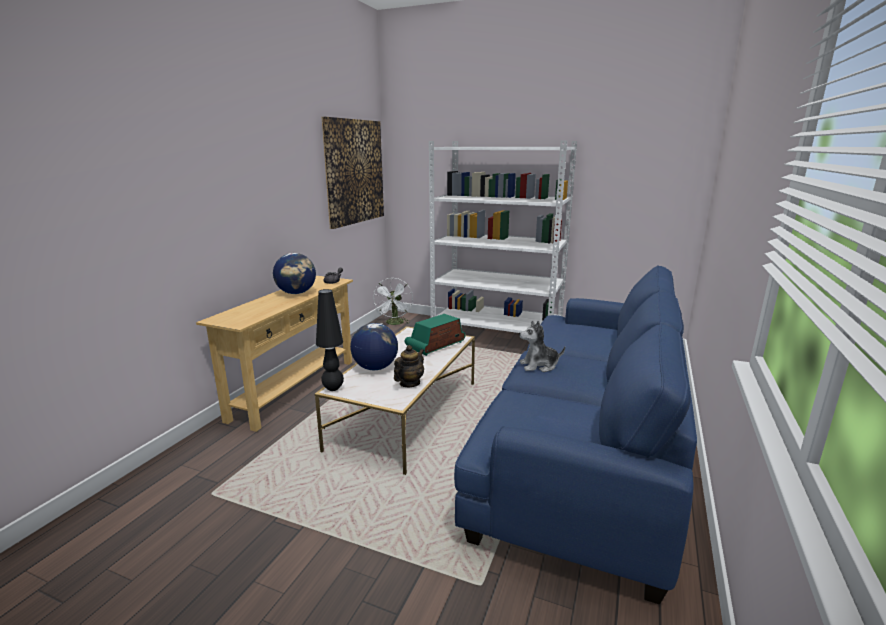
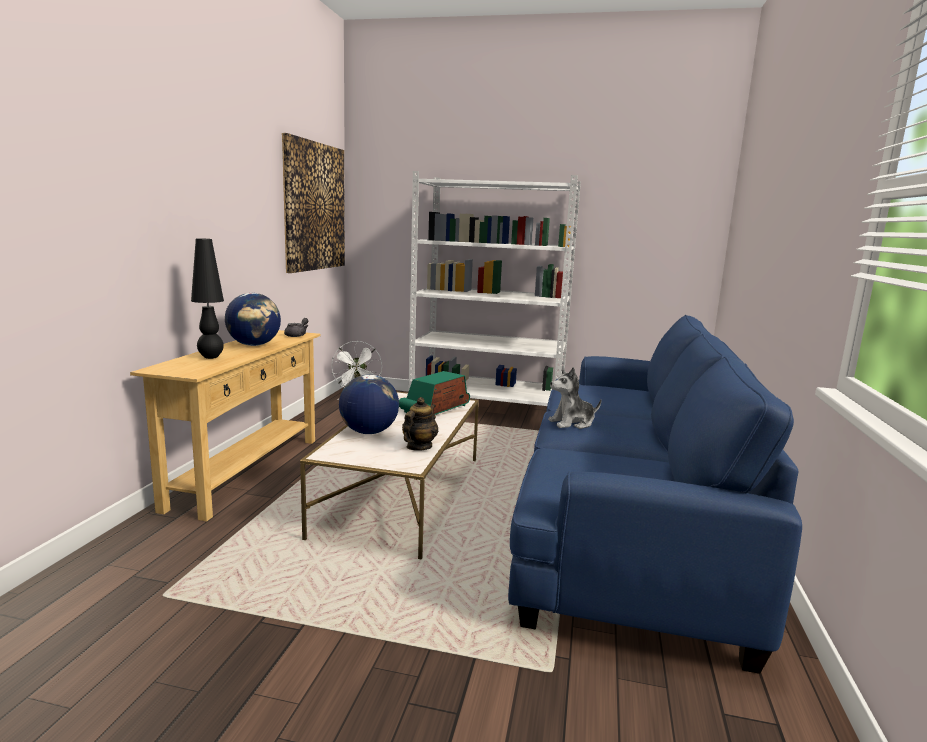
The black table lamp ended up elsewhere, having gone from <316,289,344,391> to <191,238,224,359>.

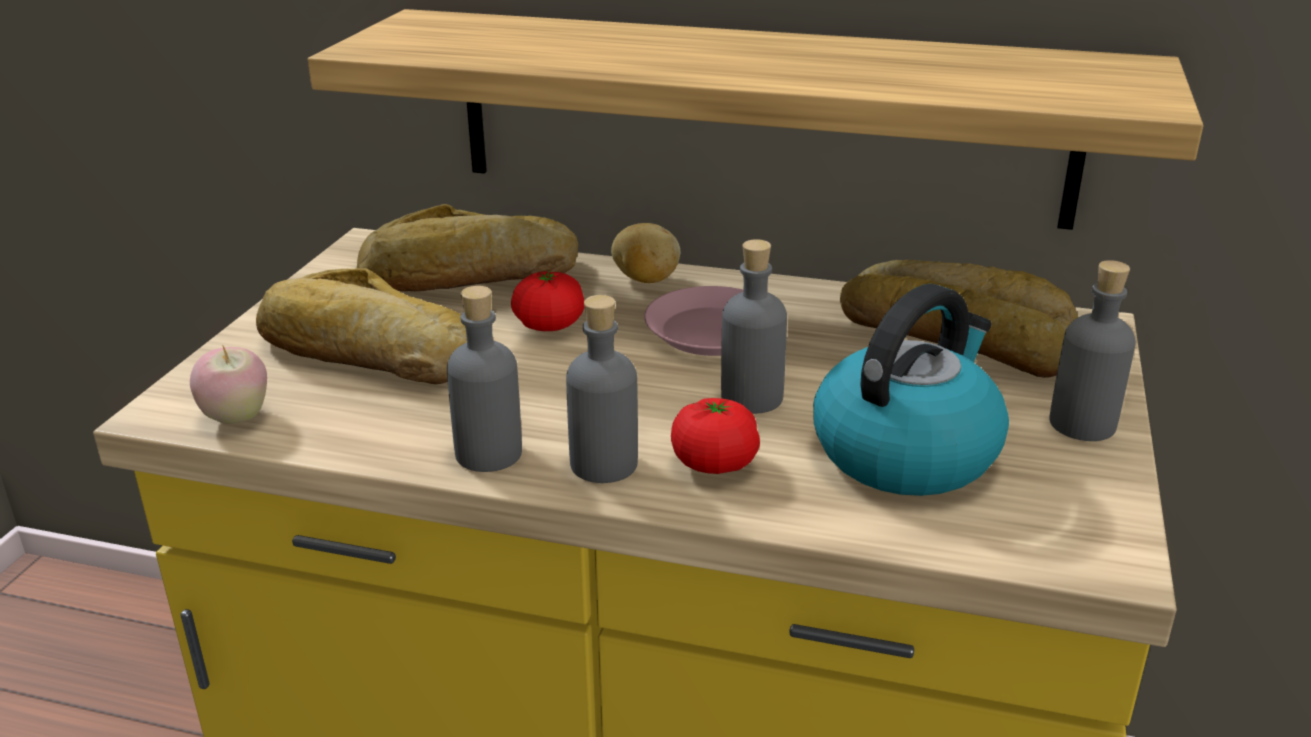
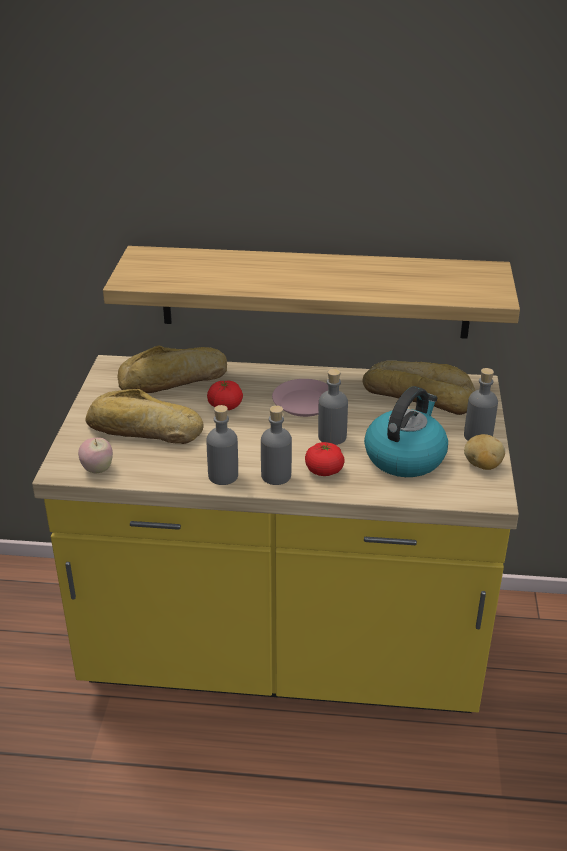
The potato ended up elsewhere, having gone from <611,223,680,283> to <464,434,505,470>.

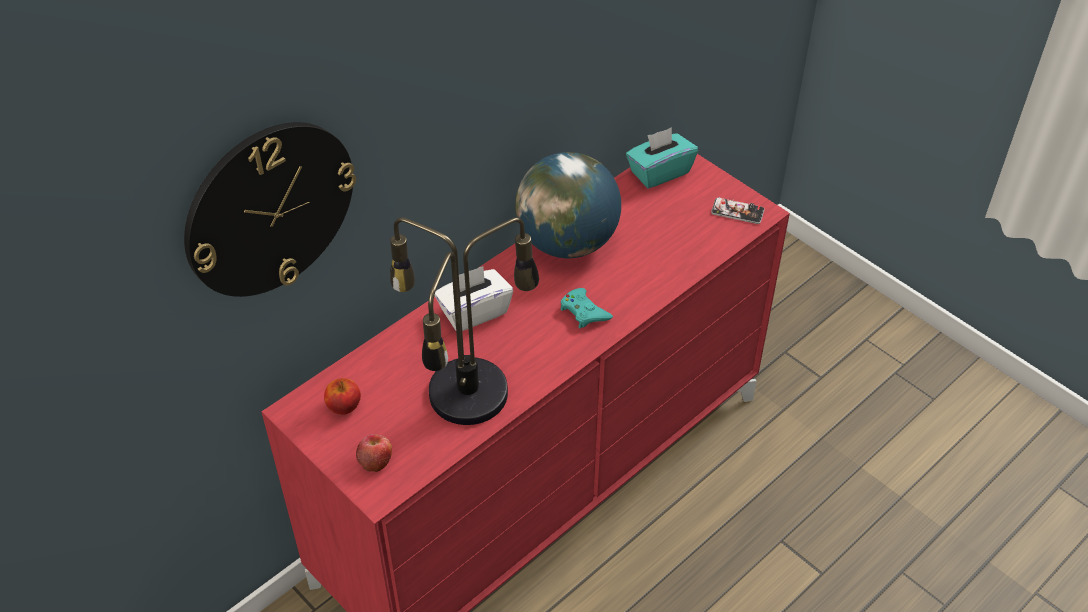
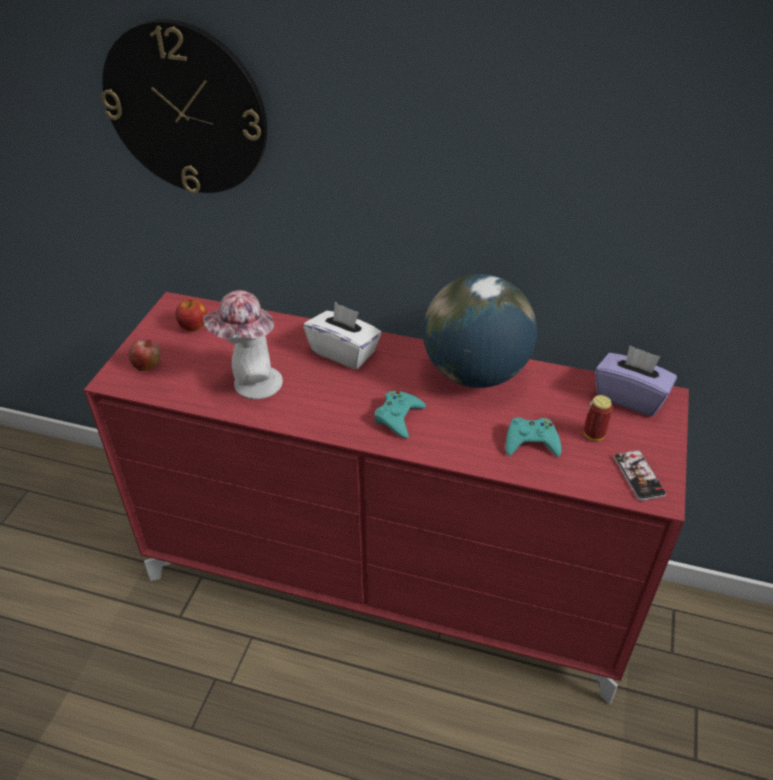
The second view gained the turquoise game controller at <505,418,562,457>. The second view gained the can at <584,395,613,441>. Where the table lamp stood at <390,217,539,425>, the hat came to stand at <203,290,283,399>. What was the turquoise tissue box at <626,127,698,188> turned into the purple tissue box at <595,345,677,416>.

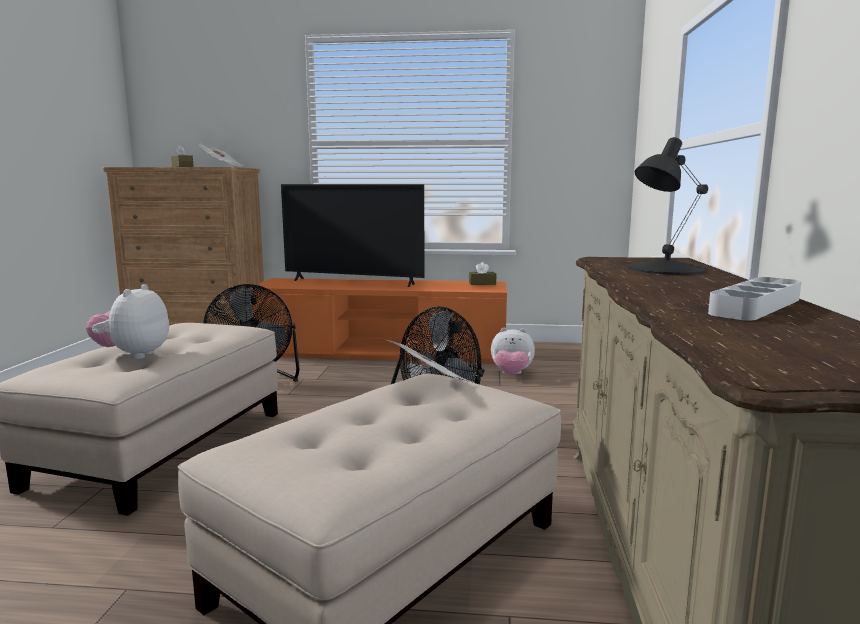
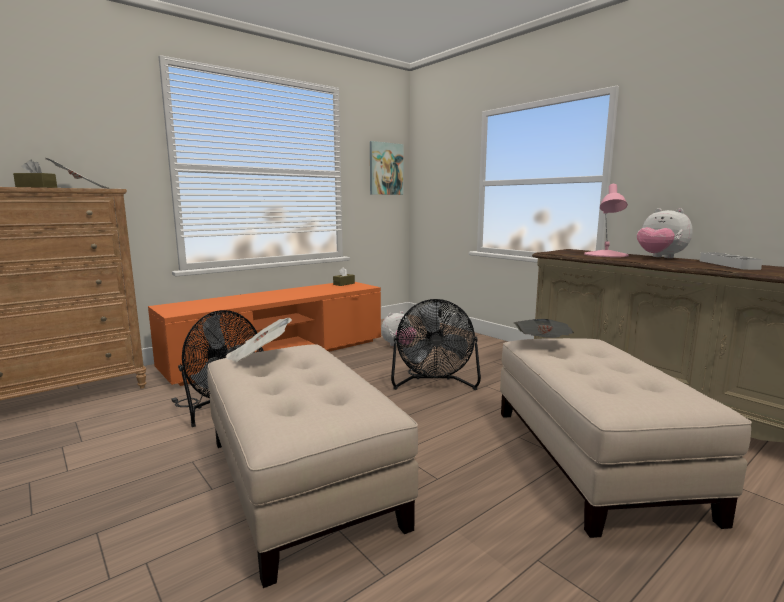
The second view lost the television at <281,184,424,287>. The second view gained the newspaper at <226,318,292,363>. The second view gained the picture at <370,141,404,195>. The plush toy ended up elsewhere, having gone from <86,284,169,359> to <637,208,693,258>. What was the black table lamp at <628,137,708,275> turned into the pink table lamp at <584,184,629,257>.

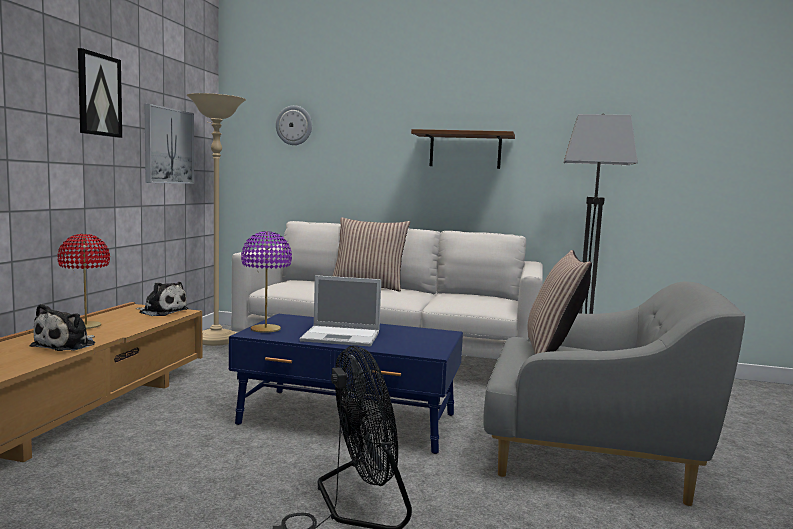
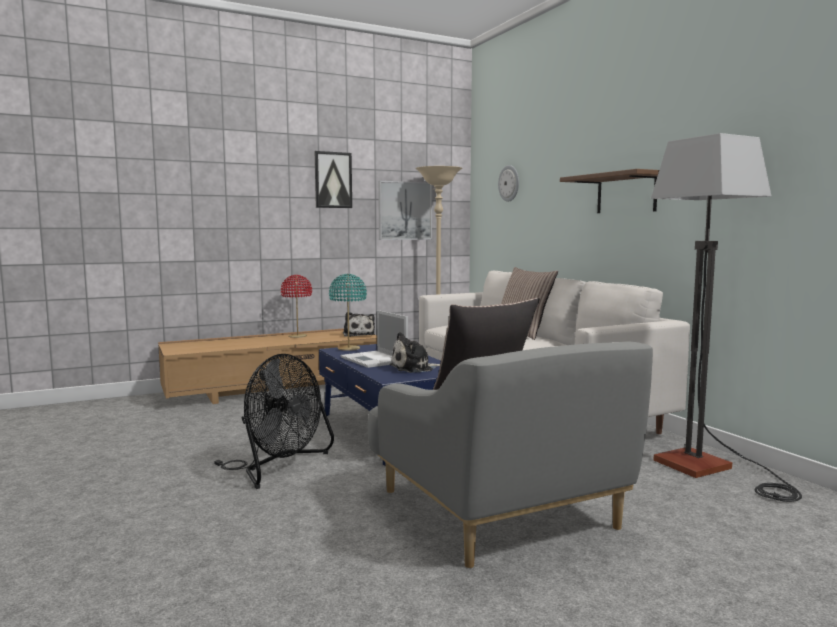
The plush toy ended up elsewhere, having gone from <29,304,95,351> to <389,332,440,373>. What was the purple table lamp at <241,231,292,333> turned into the turquoise table lamp at <329,274,367,351>.

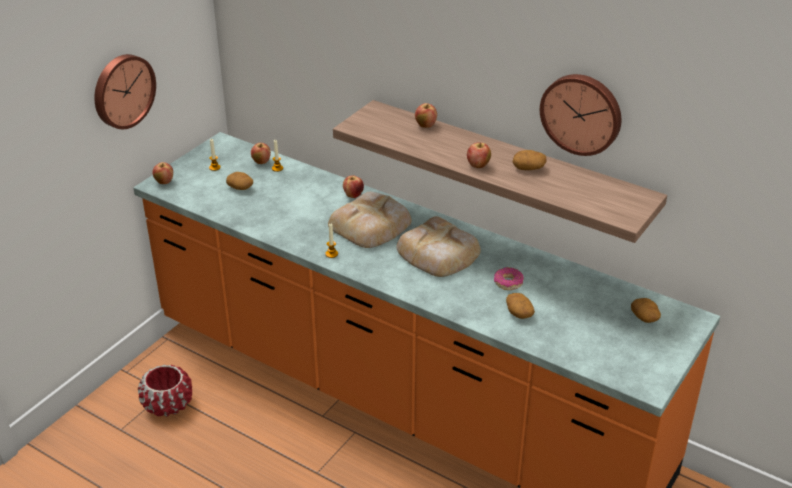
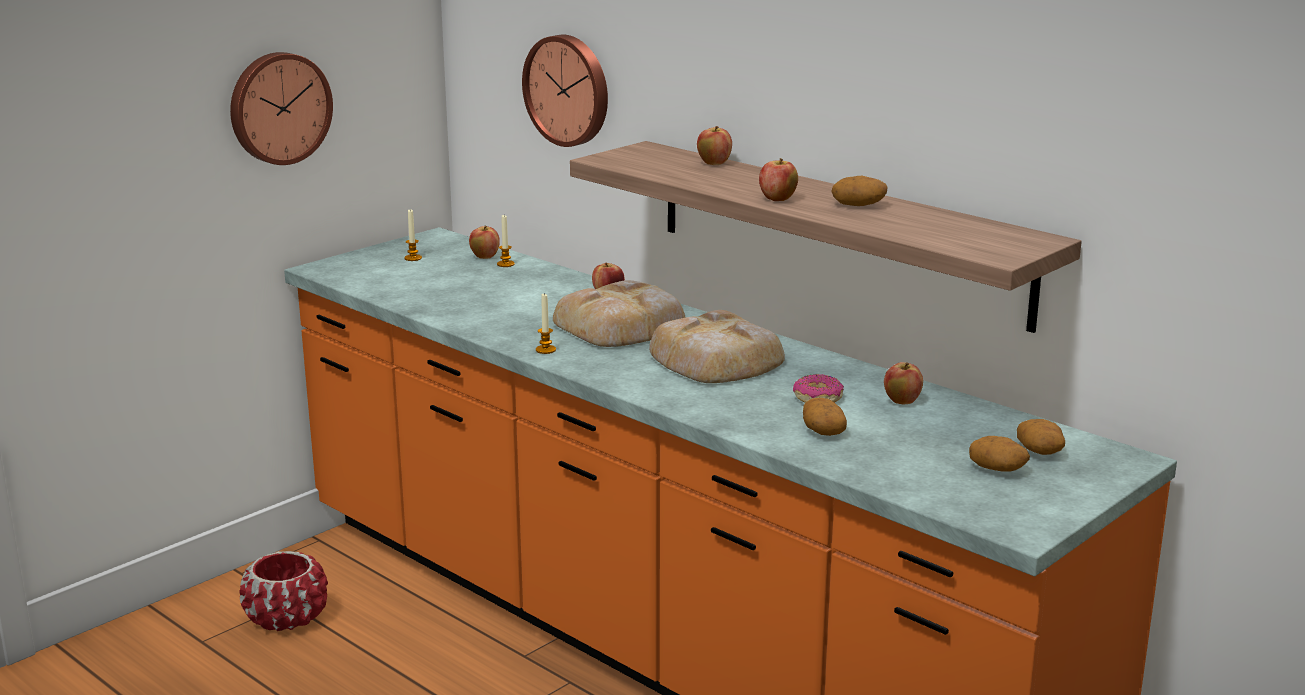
The apple ended up elsewhere, having gone from <152,162,173,184> to <884,362,923,404>. The potato ended up elsewhere, having gone from <226,172,253,190> to <969,436,1030,471>. The wall clock ended up elsewhere, having gone from <540,74,621,156> to <522,35,608,147>.

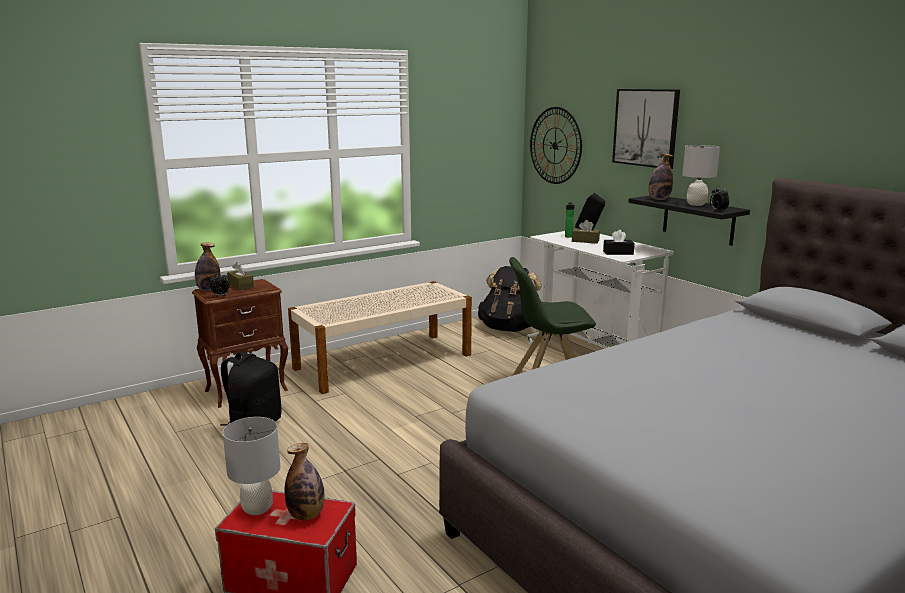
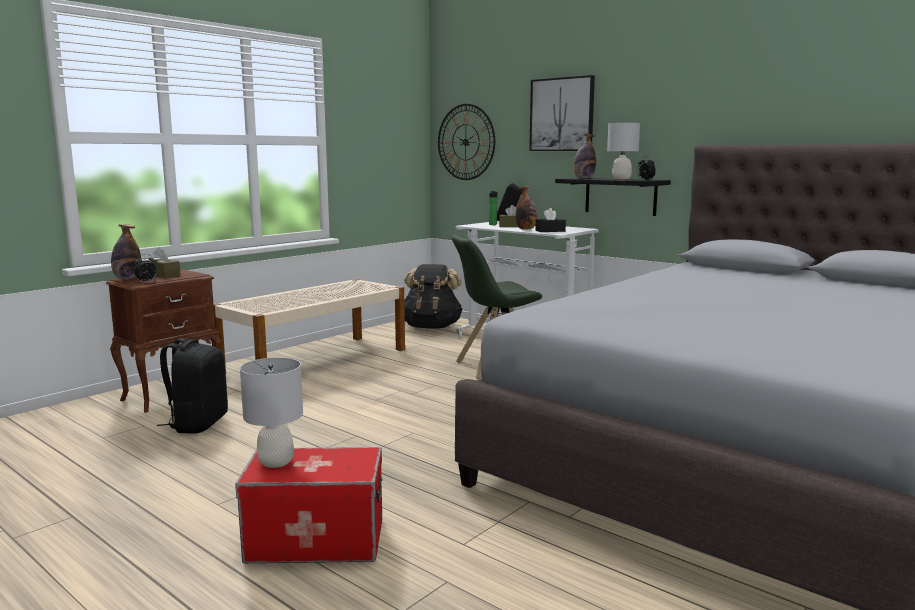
The bottle ended up elsewhere, having gone from <285,443,325,521> to <515,186,537,230>.

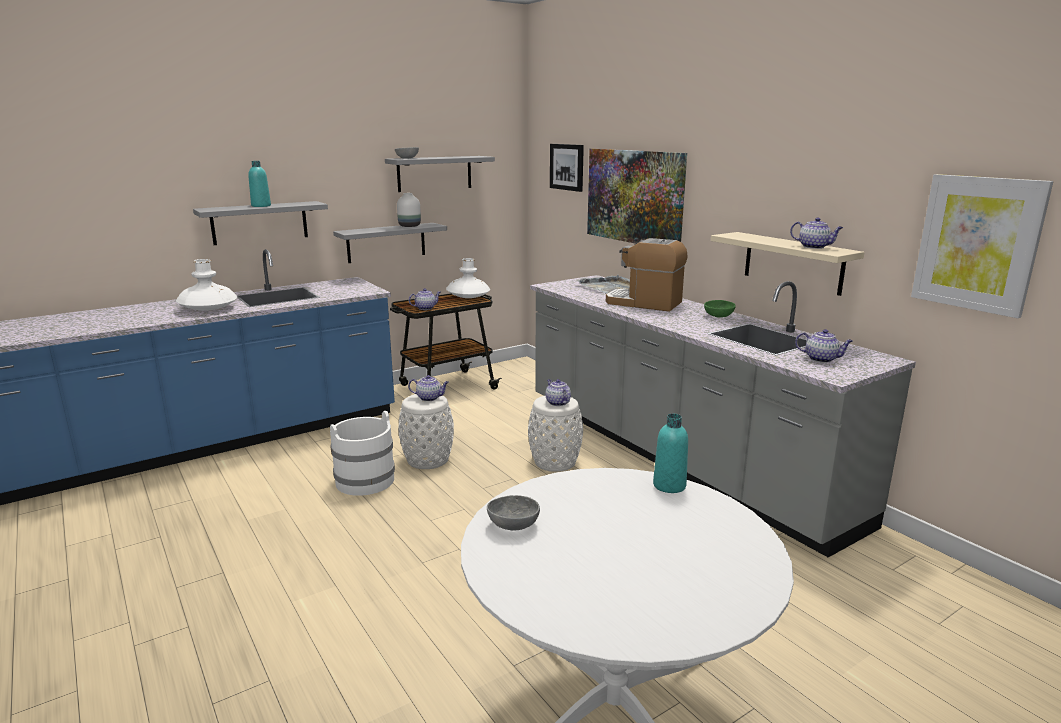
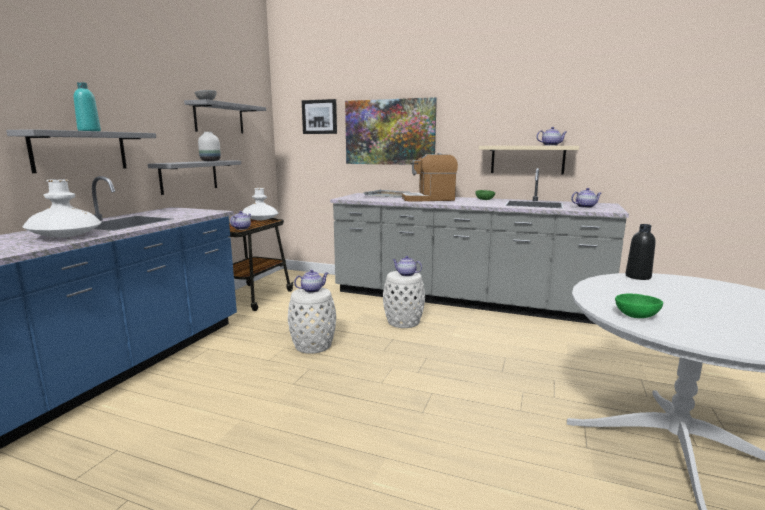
The second view lost the white bucket at <330,410,395,496>. The second view lost the picture at <911,174,1053,318>. What was the grey bowl at <487,495,540,530> turned into the green bowl at <615,293,663,318>. What was the turquoise bottle at <653,414,688,493> turned into the black bottle at <625,224,656,280>.

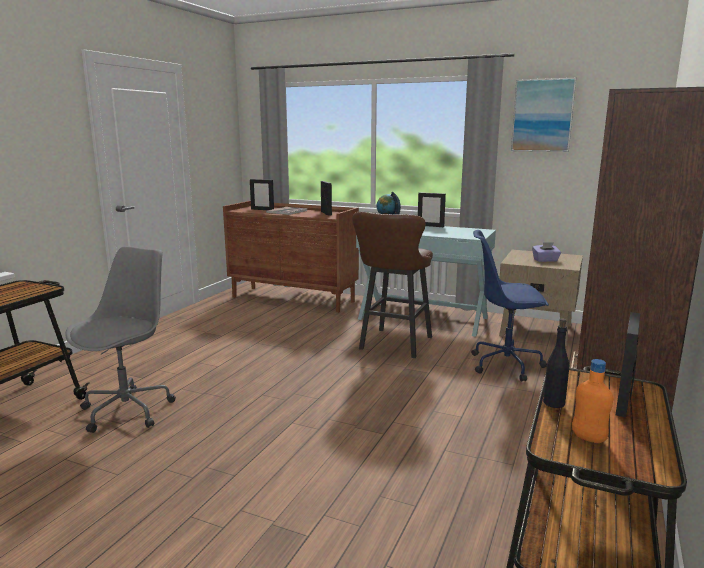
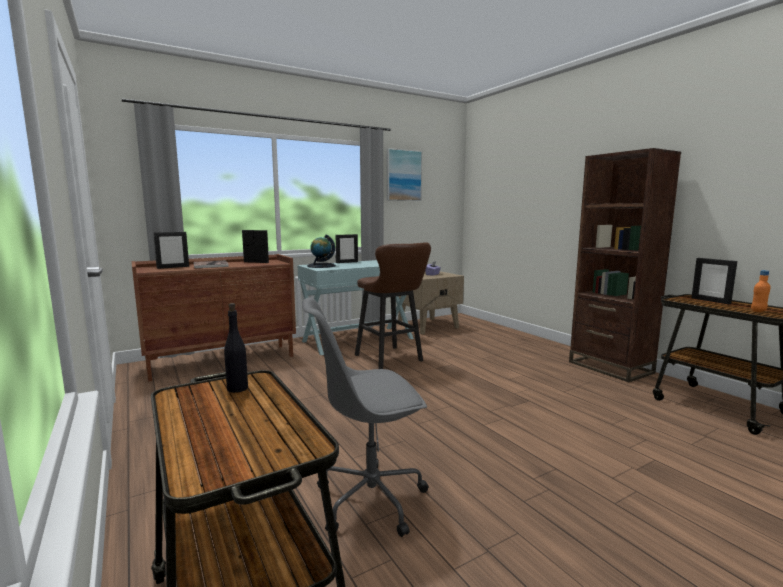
The second view lost the blue office chair at <471,230,549,382>. The black bottle ended up elsewhere, having gone from <543,318,569,408> to <224,303,248,393>. The grey office chair at <65,246,176,433> ended up facing another way, 75 degrees counterclockwise from before.

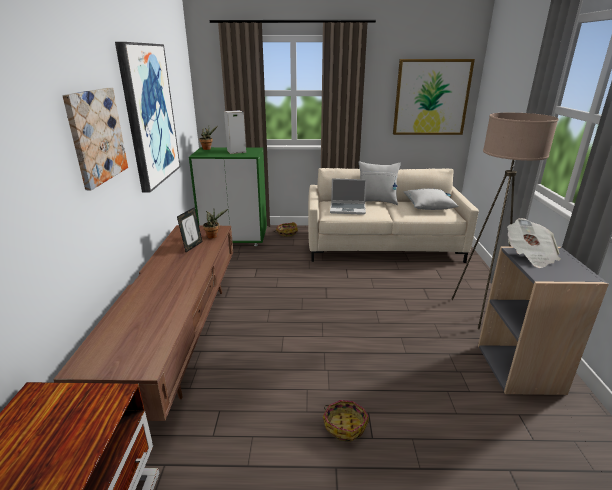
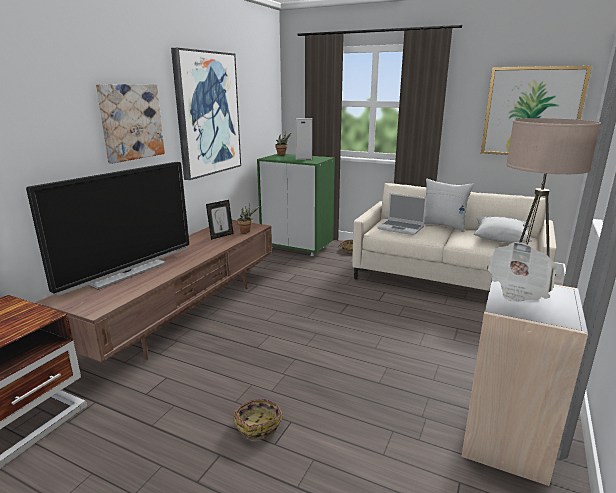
The second view gained the television at <26,162,189,296>.

